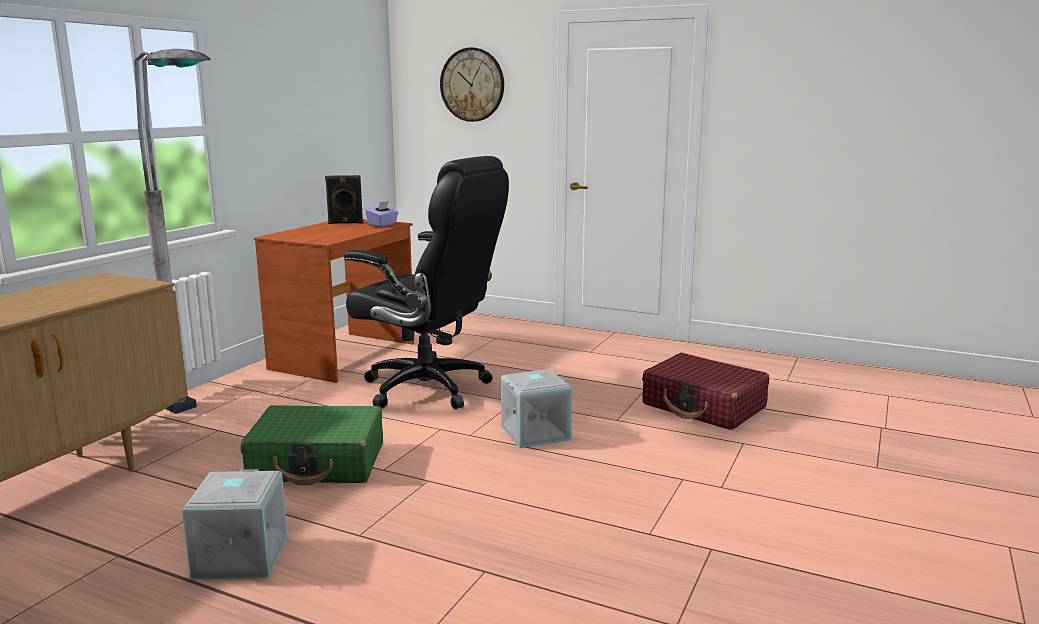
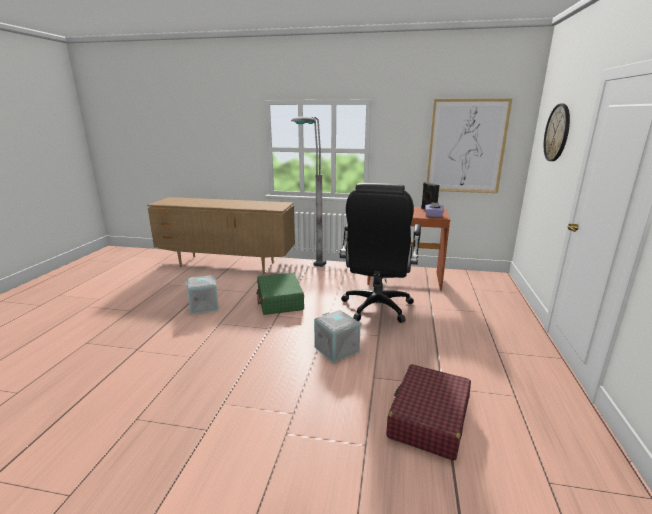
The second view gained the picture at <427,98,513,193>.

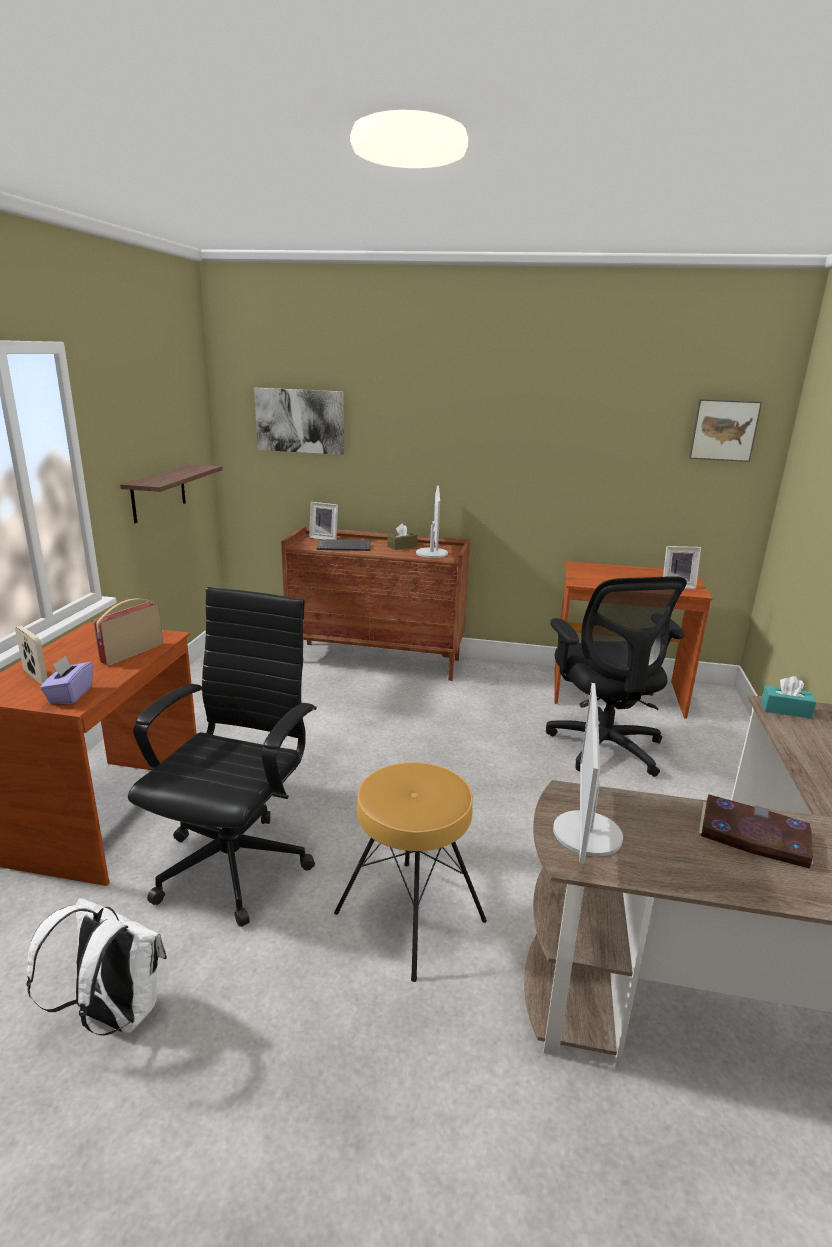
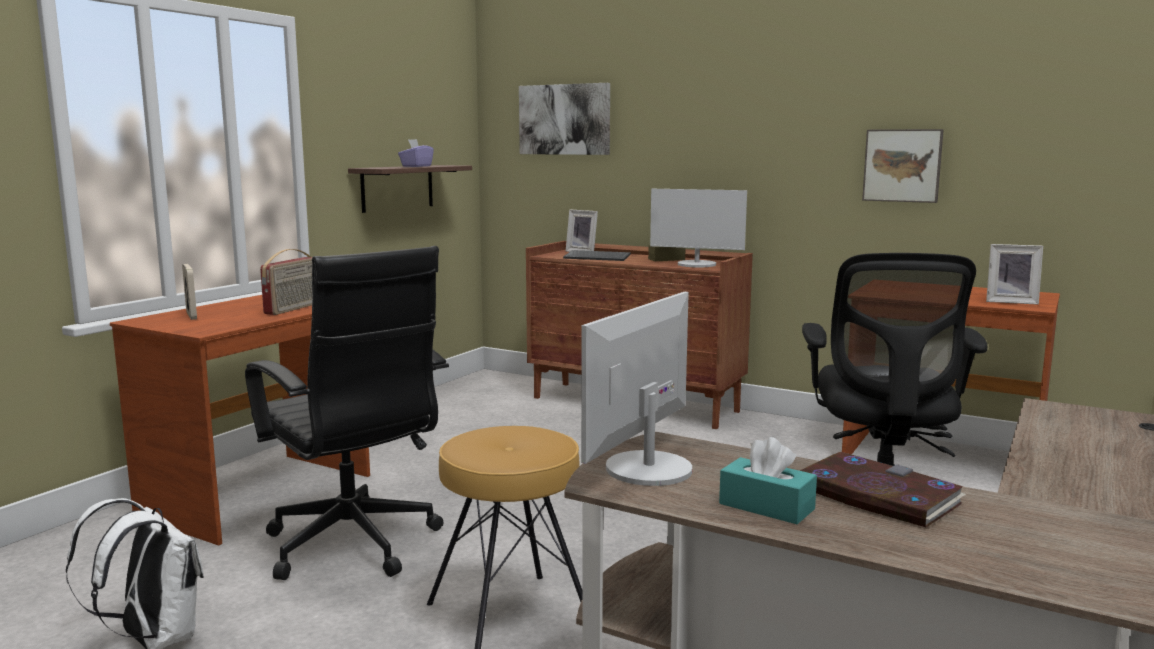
The purple tissue box ended up elsewhere, having gone from <40,655,93,704> to <398,139,434,167>. The picture ended up elsewhere, having gone from <689,399,762,462> to <862,129,944,203>. The turquoise tissue box ended up elsewhere, having gone from <761,676,817,719> to <719,437,817,524>. The radio at <93,599,163,665> ended up facing another way, 150 degrees clockwise from before. The black office chair at <128,587,317,927> ended up facing another way, 105 degrees clockwise from before. The monitor at <416,486,448,558> ended up facing another way, 90 degrees clockwise from before.

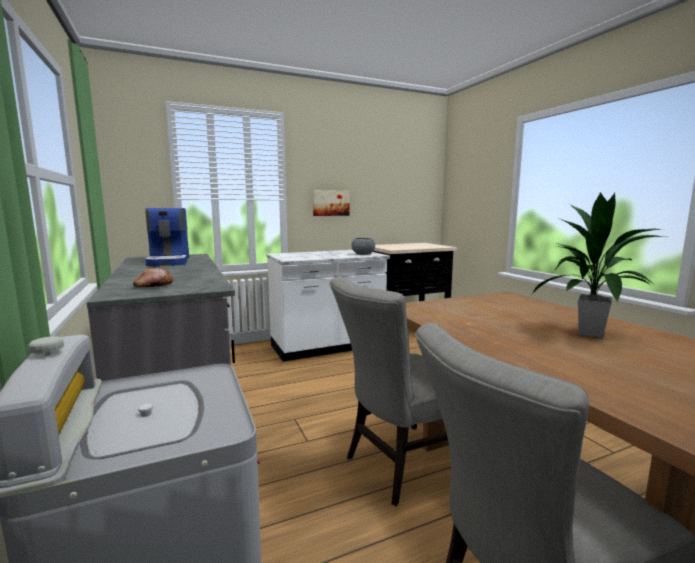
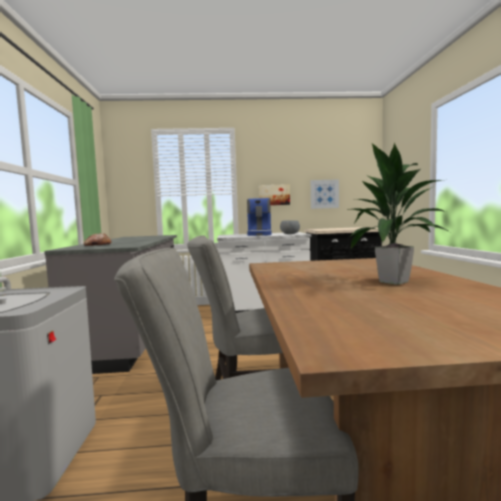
The second view gained the picture at <311,179,339,209>. The coffee machine ended up elsewhere, having gone from <145,208,189,266> to <247,198,272,236>.

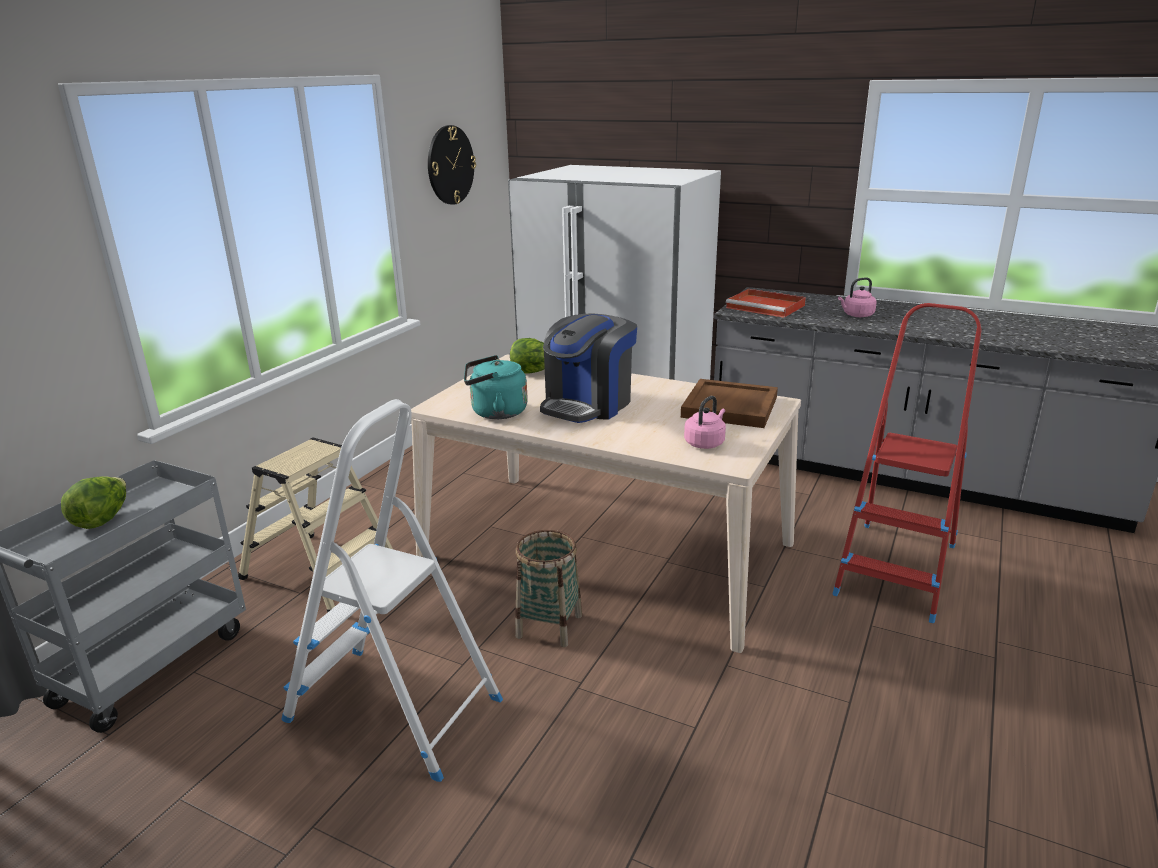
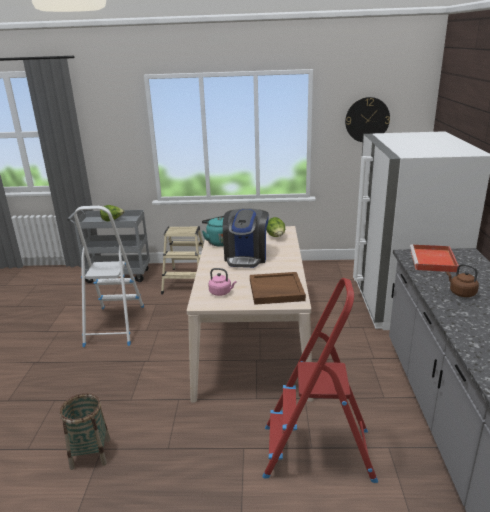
The basket ended up elsewhere, having gone from <515,530,582,647> to <60,393,110,470>. What was the pink kettle at <838,278,877,317> turned into the brown kettle at <447,264,479,297>. The coffee machine at <540,314,637,423> ended up facing another way, 90 degrees counterclockwise from before.

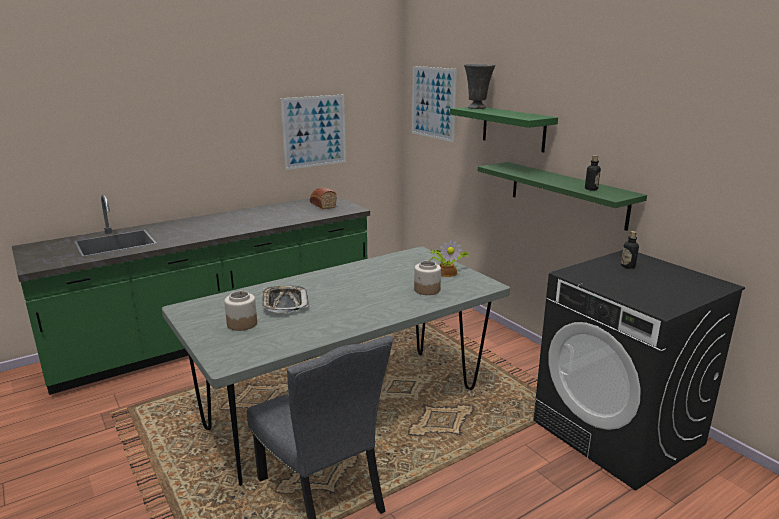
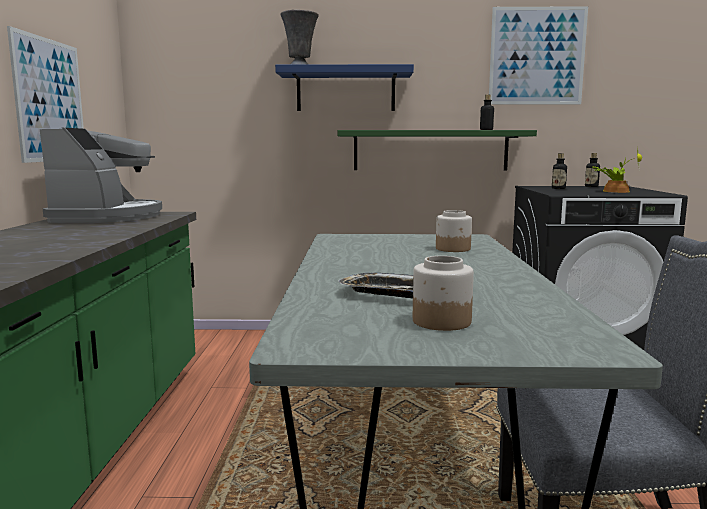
The second view gained the bottle at <585,153,600,187>. The picture ended up elsewhere, having gone from <412,66,457,142> to <489,6,588,105>. The potted plant ended up elsewhere, having gone from <429,239,469,277> to <593,147,642,193>. Where the bread stood at <309,188,337,209>, the coffee machine came to stand at <40,128,162,223>. What was the green shelf at <450,107,558,153> turned into the blue shelf at <275,64,414,111>.

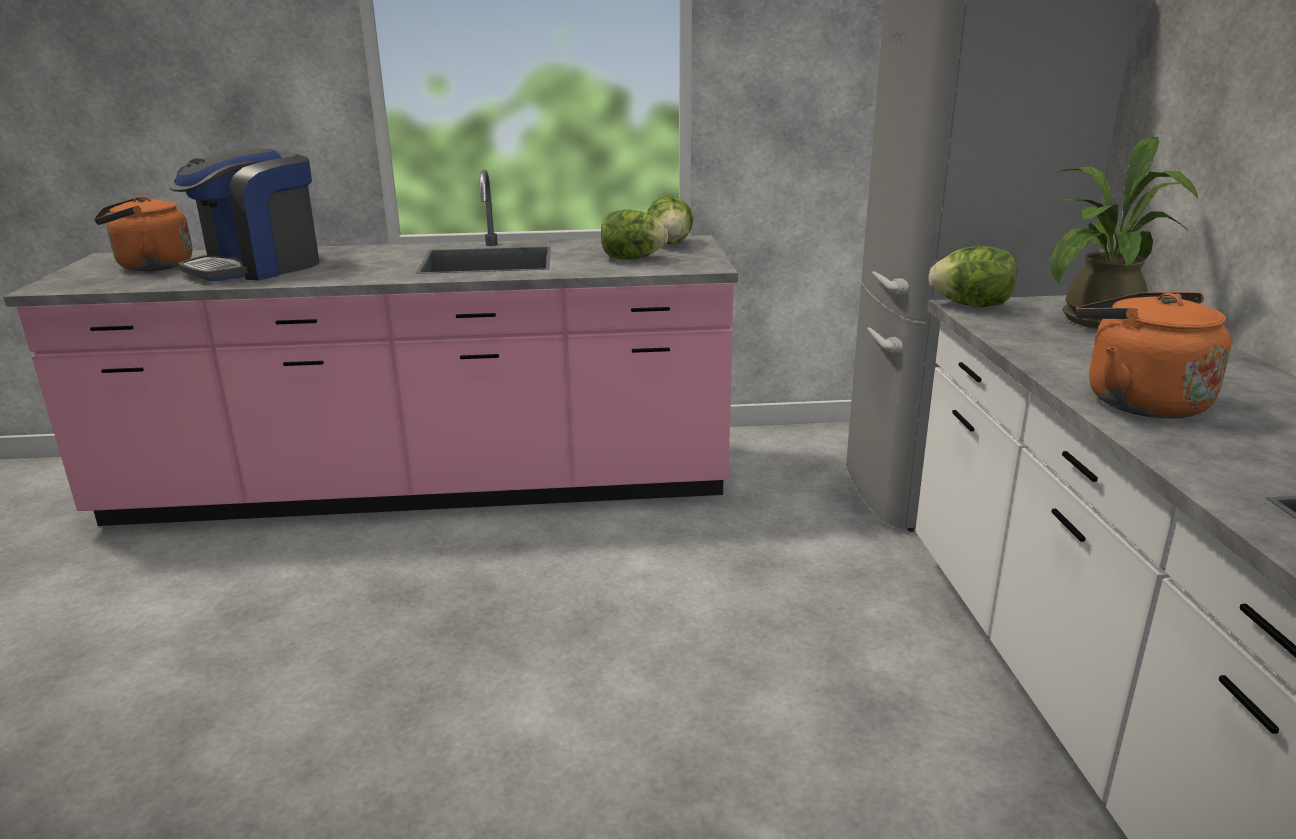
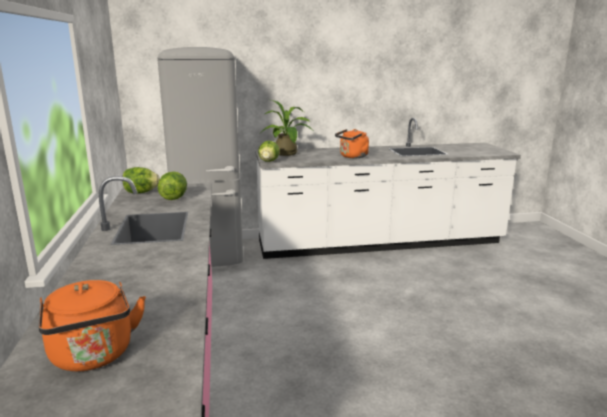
The second view lost the coffee machine at <168,147,320,281>.

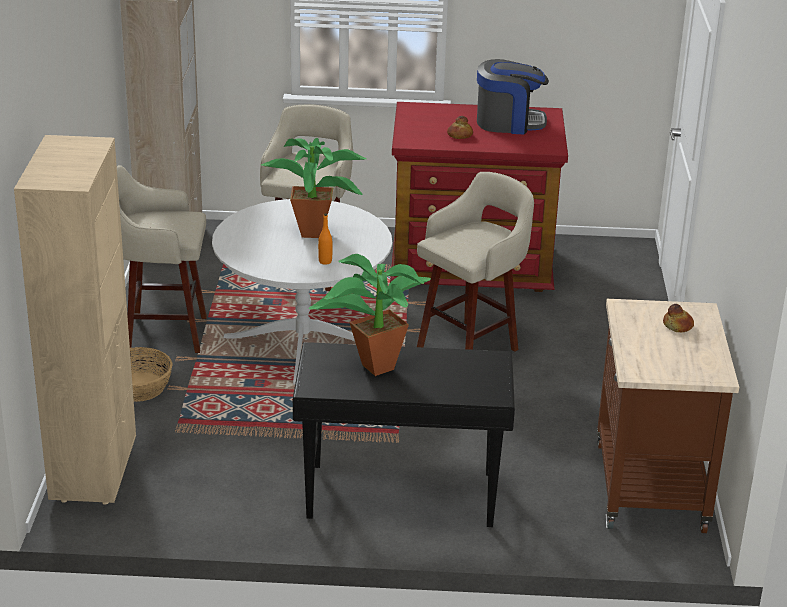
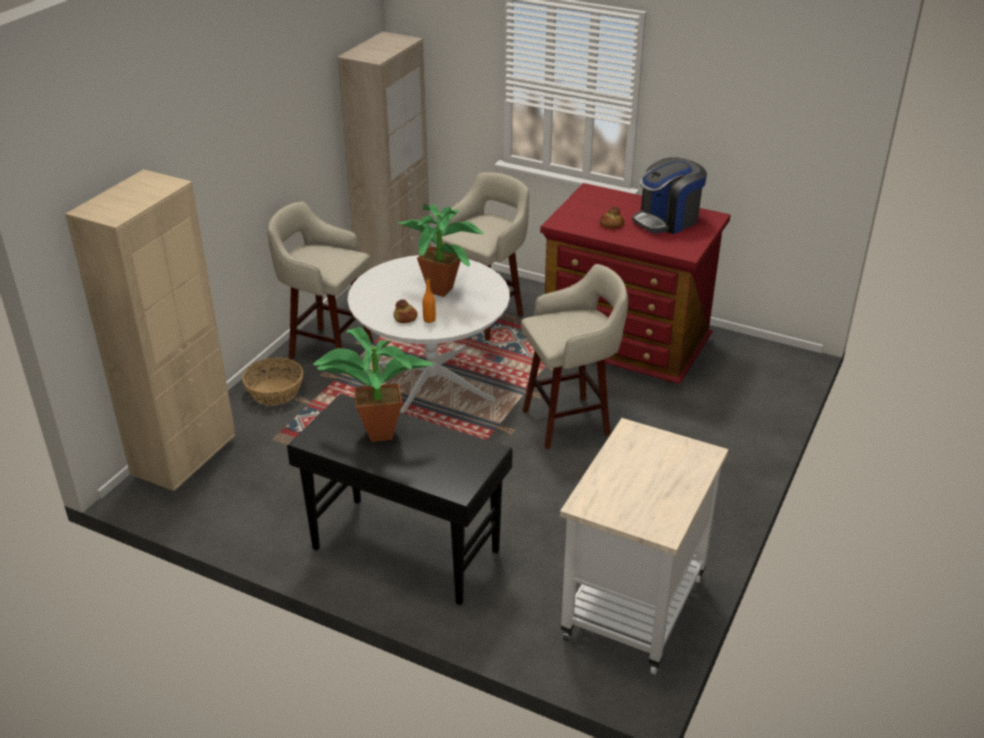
The bread ended up elsewhere, having gone from <663,304,694,332> to <394,299,417,323>. What was the brown cart at <597,299,739,533> turned into the white cart at <560,418,729,675>. The coffee machine at <477,59,549,134> ended up facing another way, 120 degrees clockwise from before.

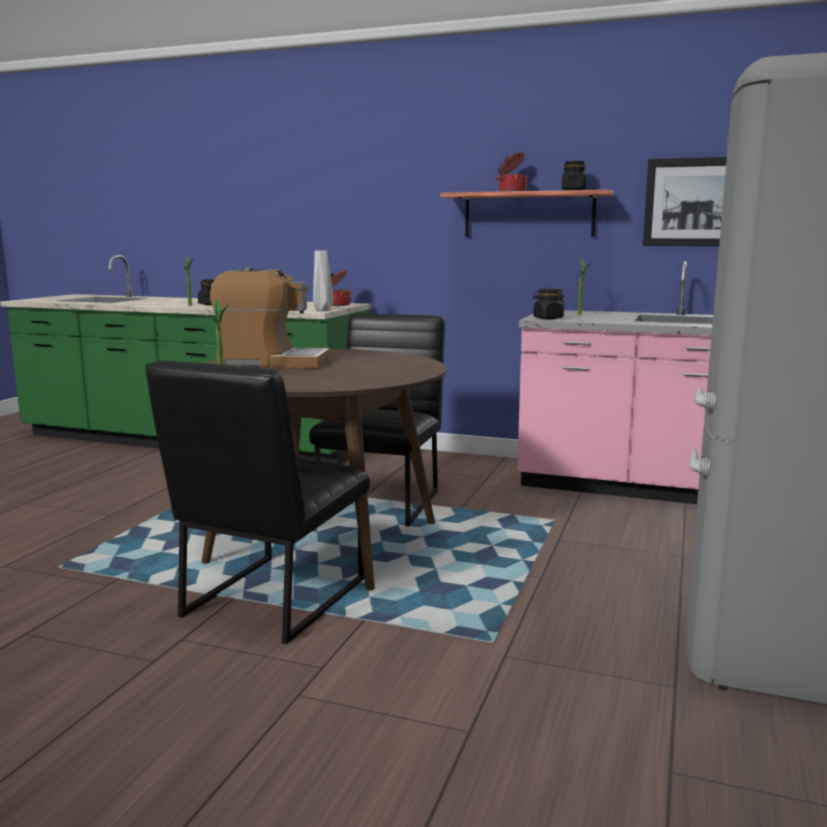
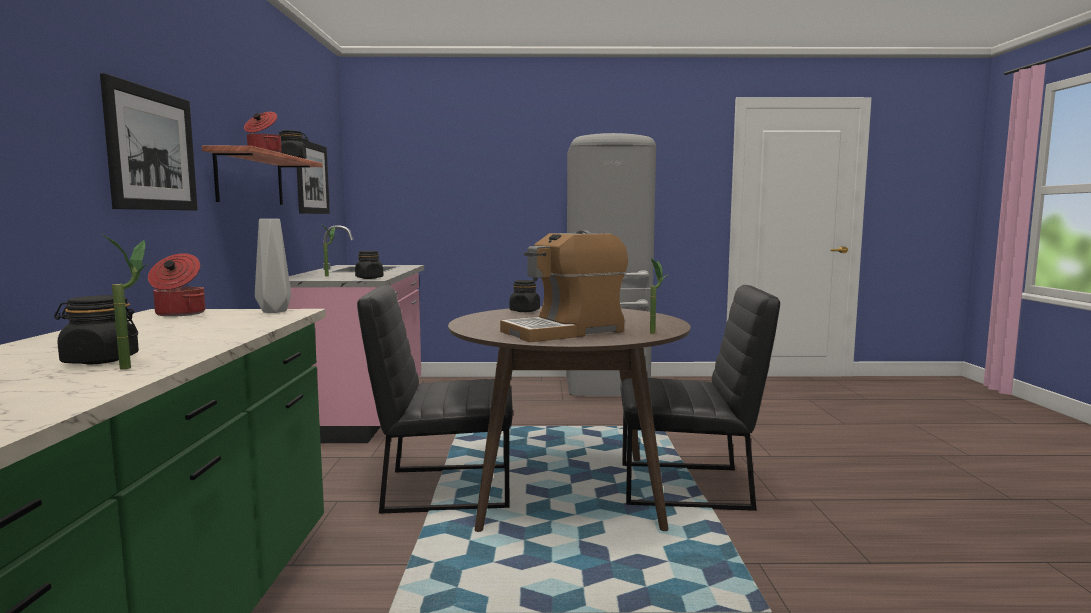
The second view gained the picture at <100,73,198,211>. The second view gained the black jar at <510,280,540,312>. The coffee machine at <210,268,330,368> ended up facing another way, 105 degrees counterclockwise from before.

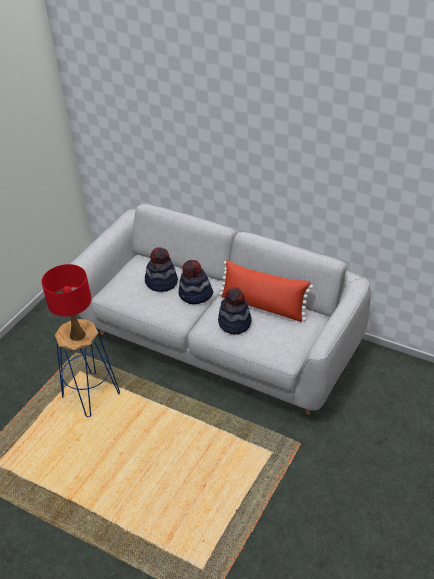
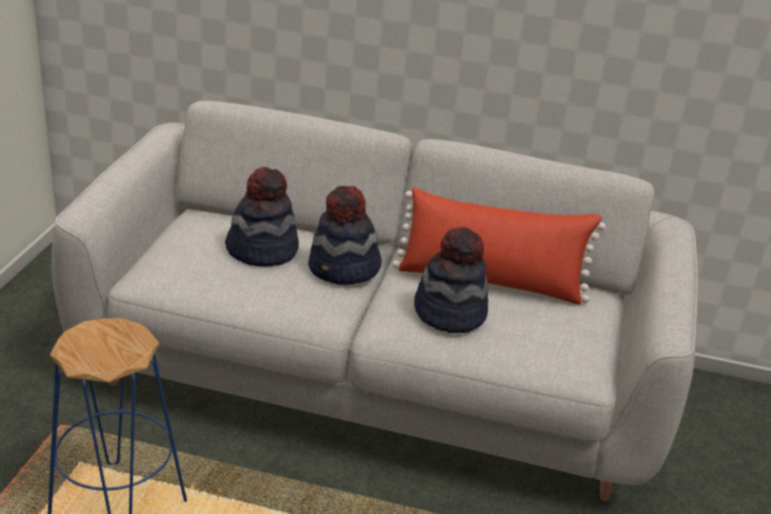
The second view lost the red table lamp at <41,264,91,341>.

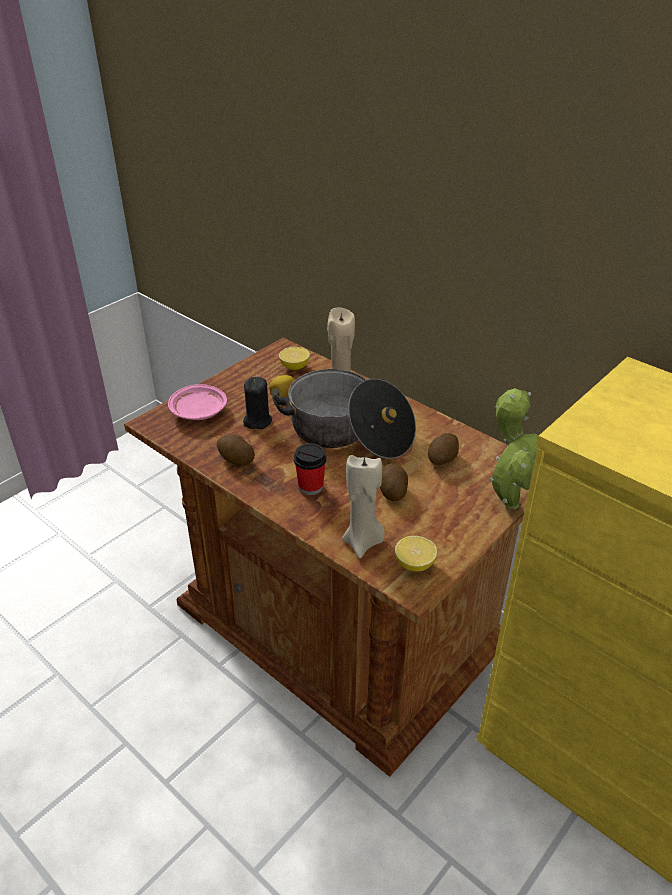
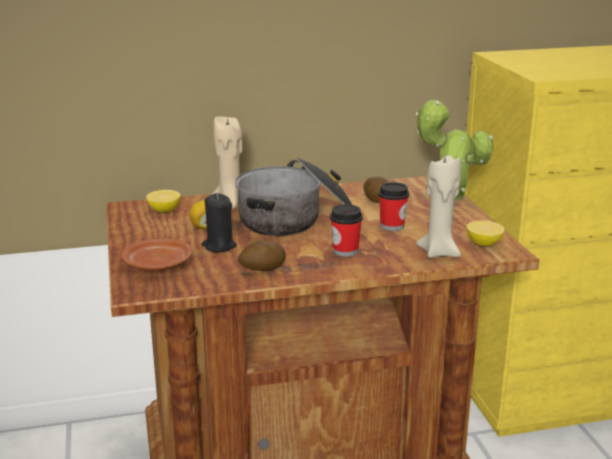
Where the potato stood at <380,463,408,501>, the cup came to stand at <379,182,409,231>. What was the pink plate at <168,384,227,420> turned into the brown plate at <121,239,192,272>.

